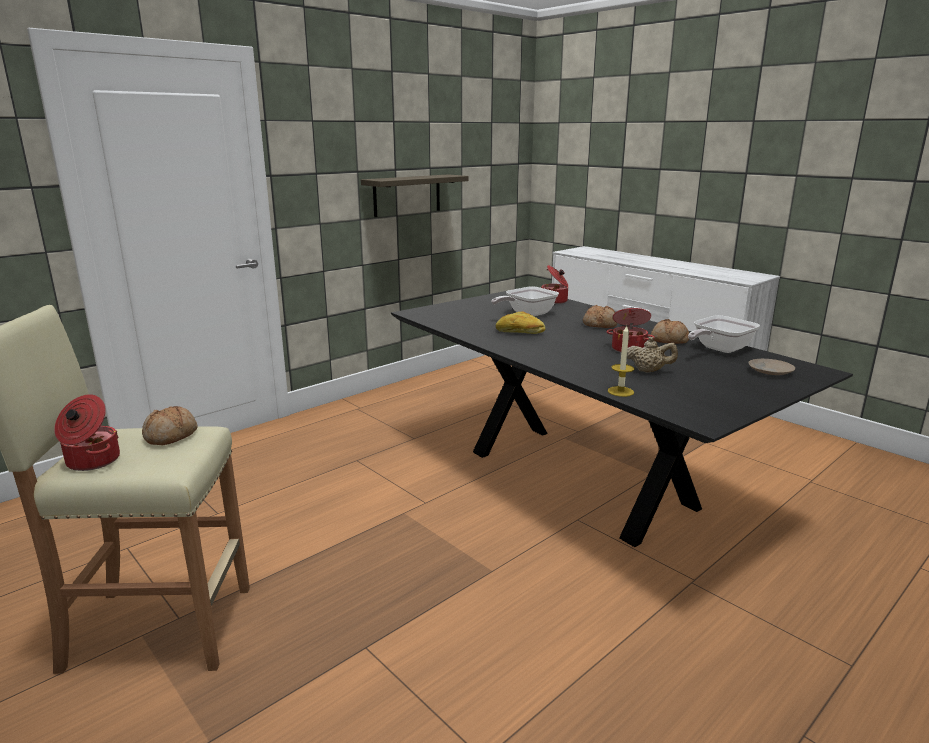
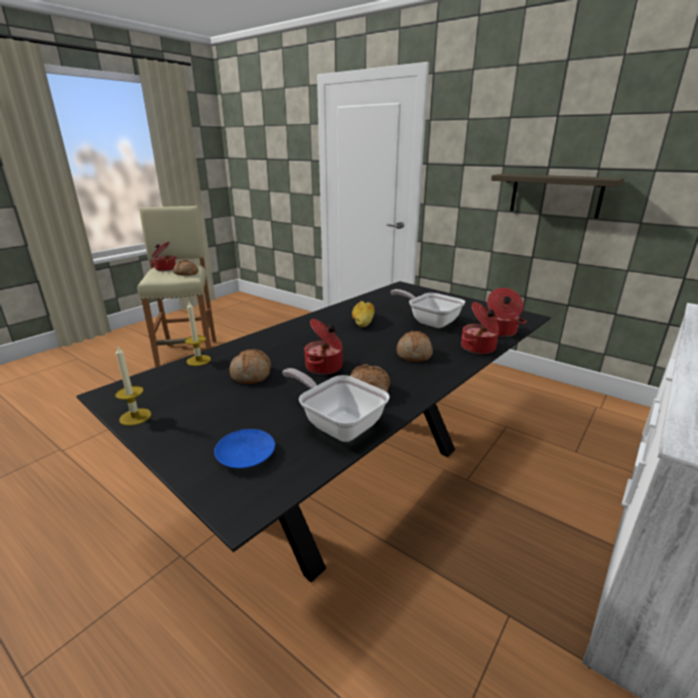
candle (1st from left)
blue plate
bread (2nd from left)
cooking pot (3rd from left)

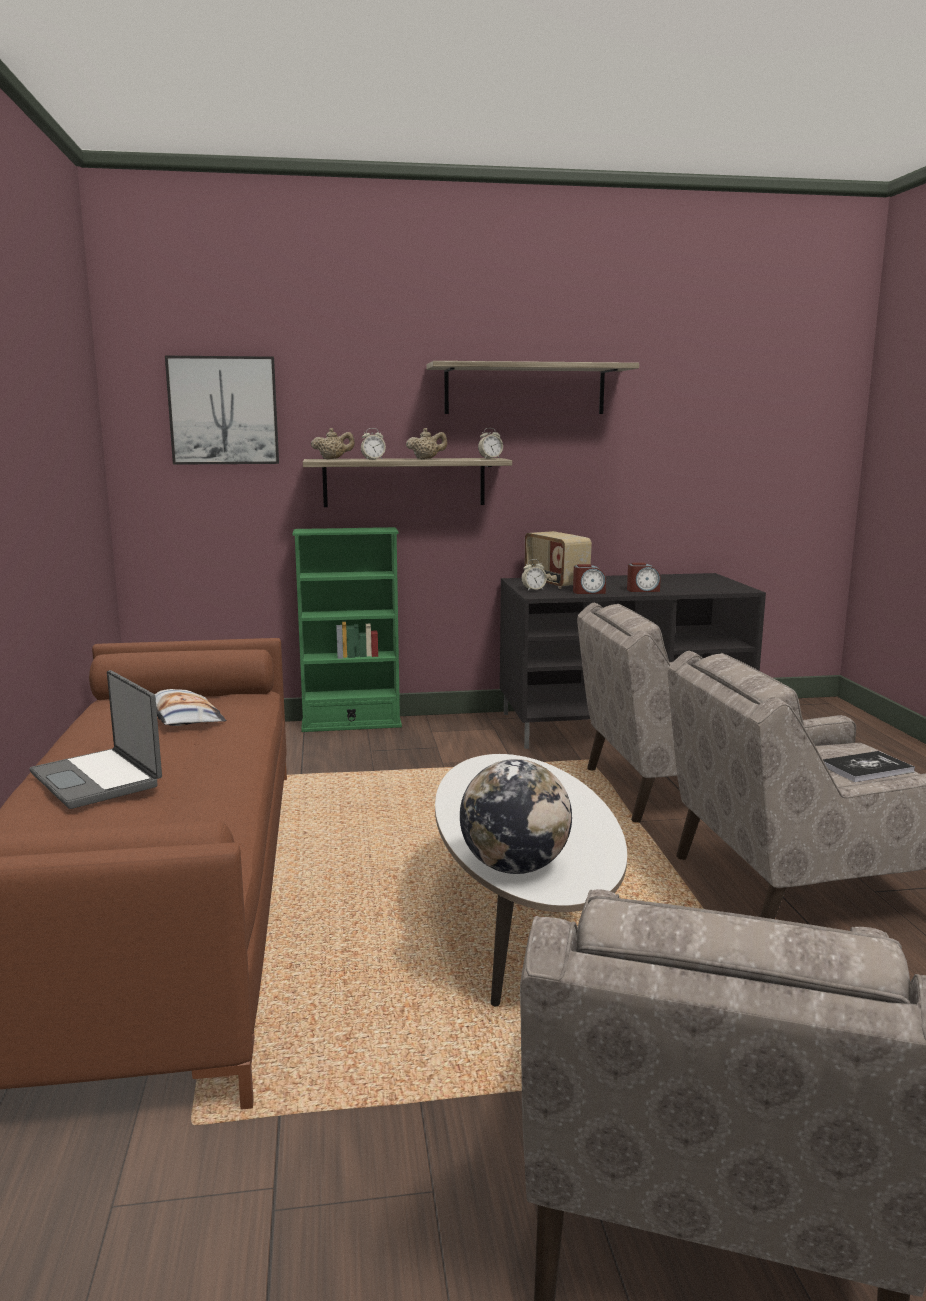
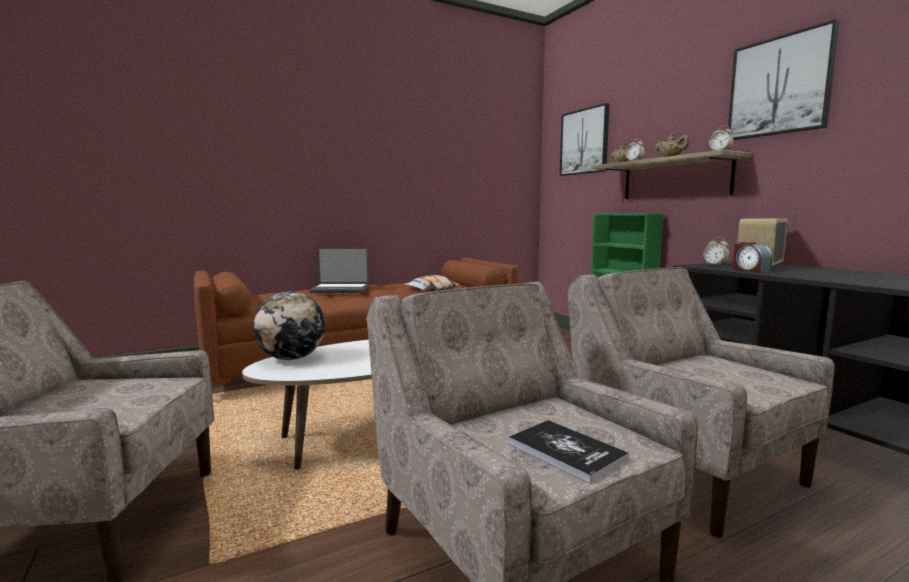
laptop
picture (2nd from left)
alarm clock (5th from left in the first image)

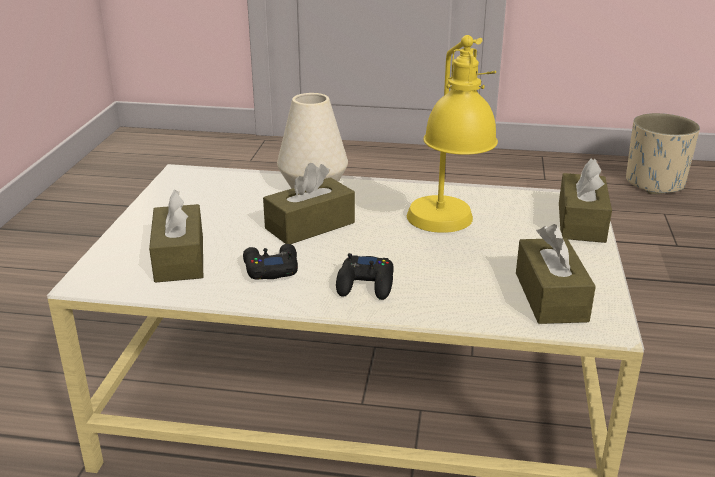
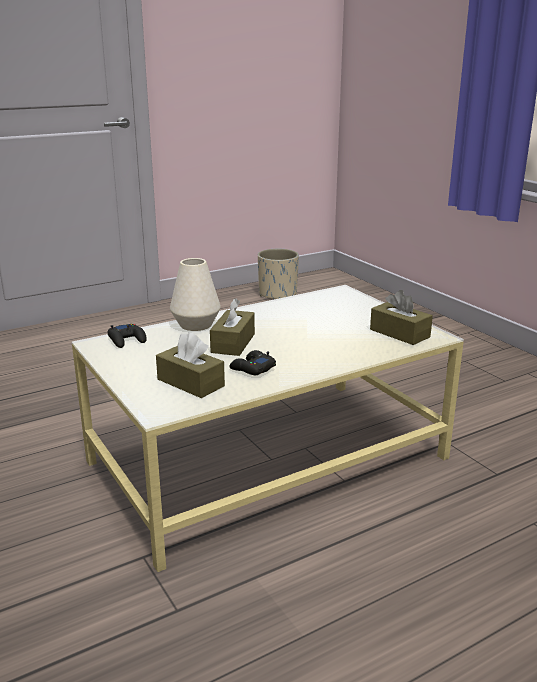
black game controller (1st from left)
yellow table lamp
brown tissue box (4th from left in the first image)

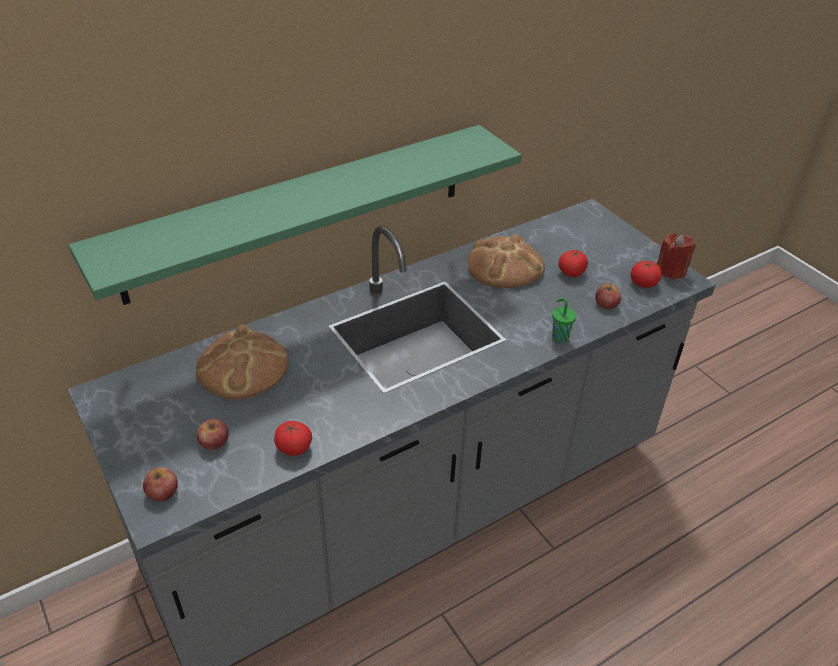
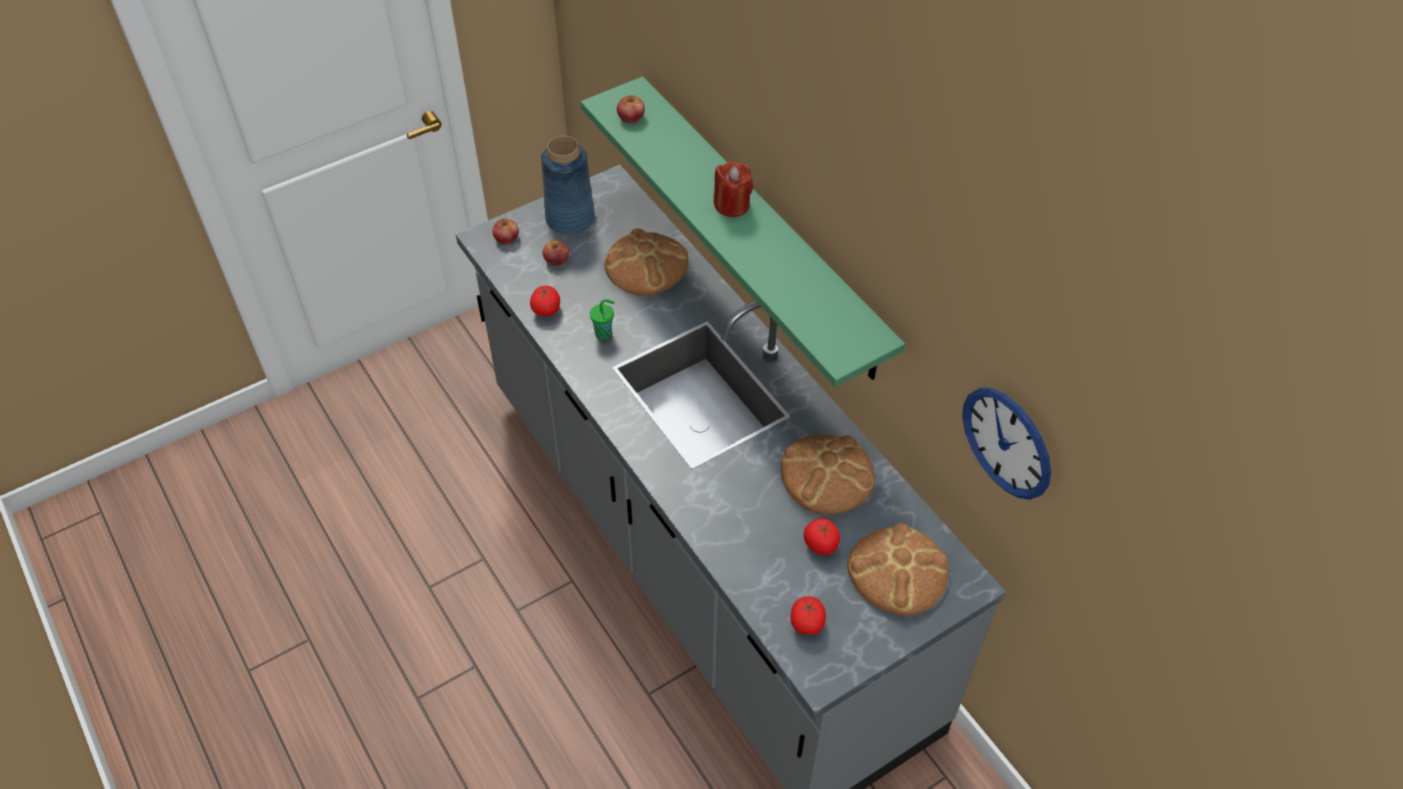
blue vase
green cup
apple (3rd from left)
red candle
bread (3rd from left)
wall clock

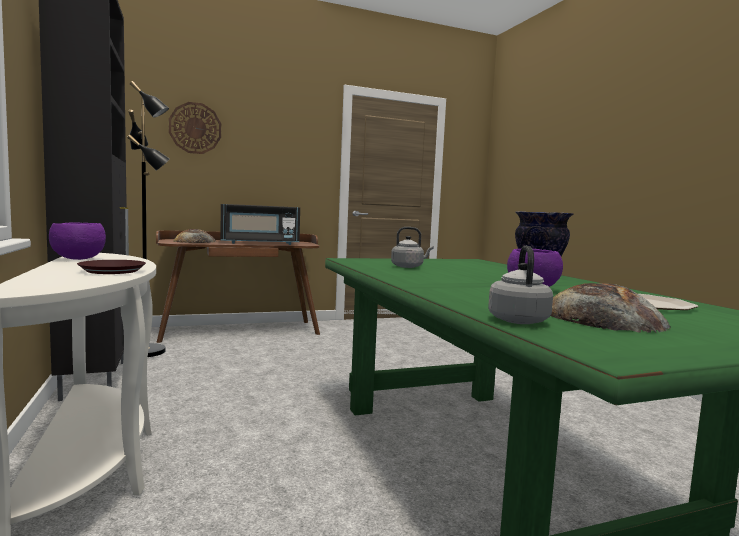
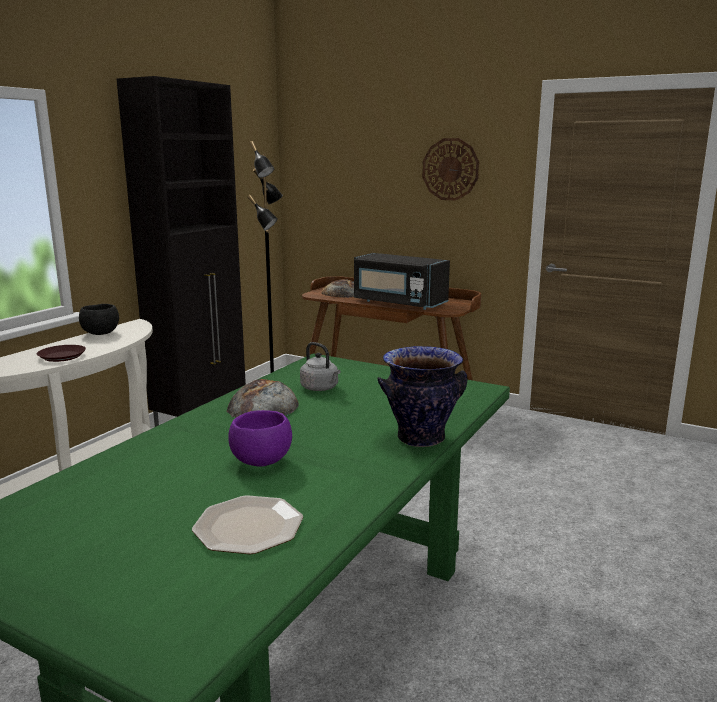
black bowl
bread (1st from left)
wall clock
grey kettle (2nd from left in the first image)

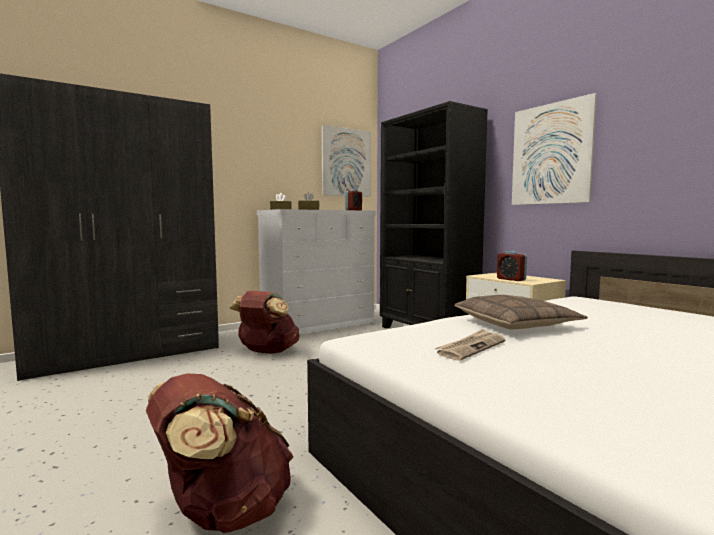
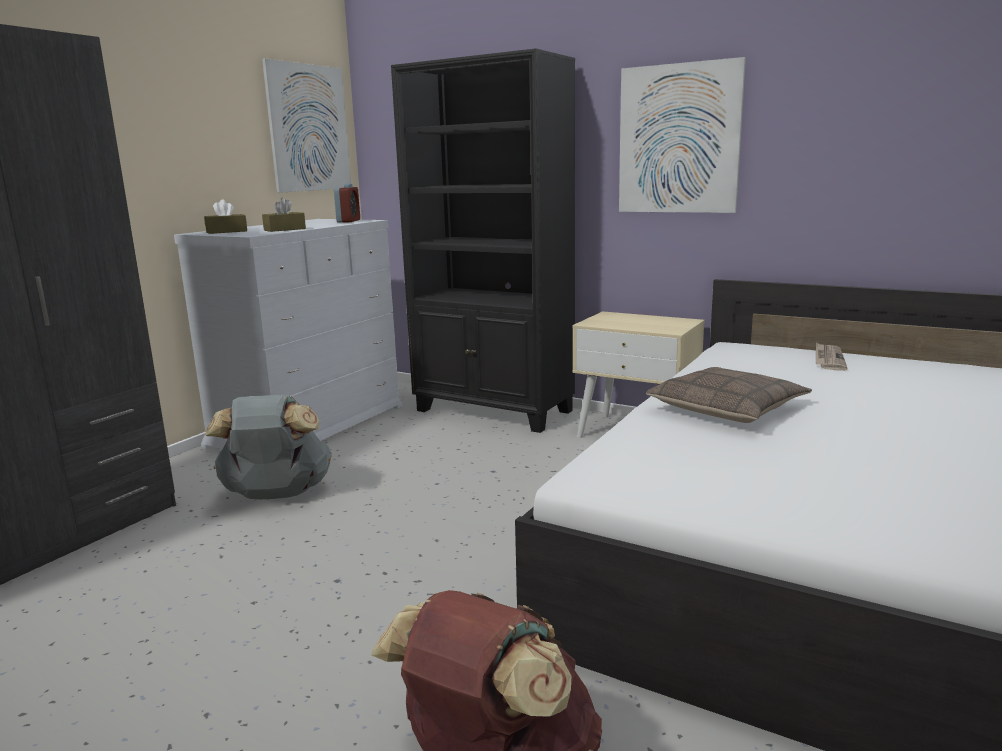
grey backpack
newspaper
alarm clock (2nd from left in the first image)

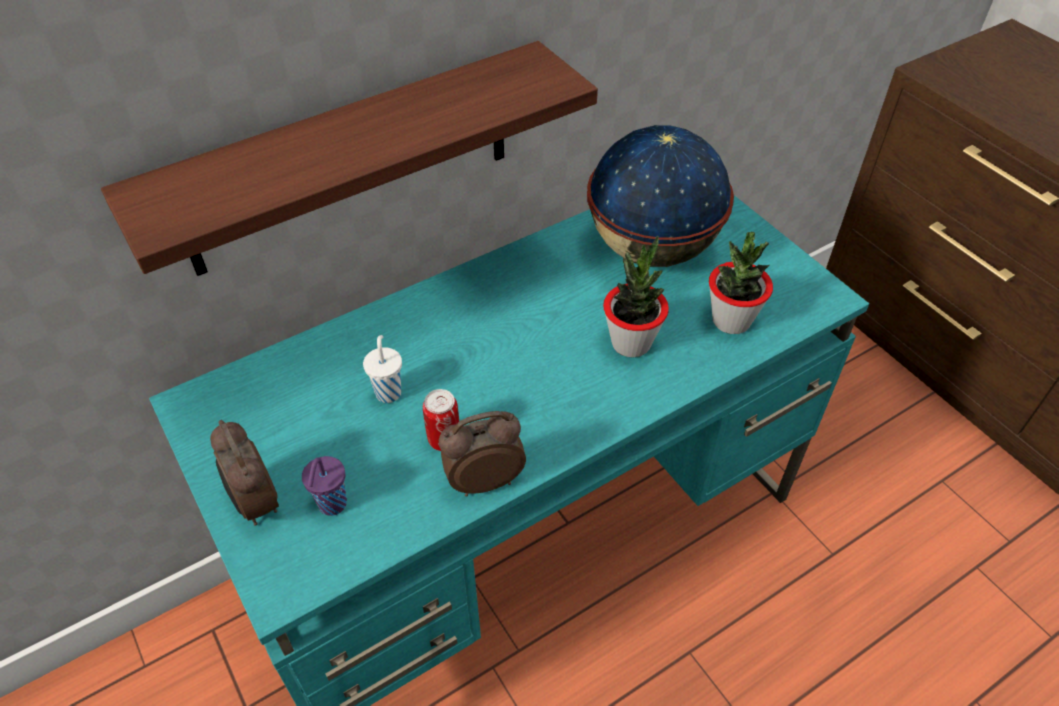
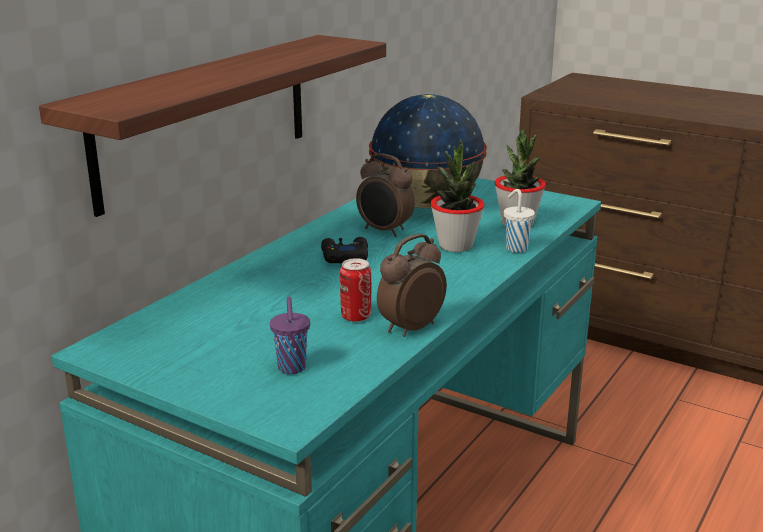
black game controller
alarm clock (1st from left)
white cup

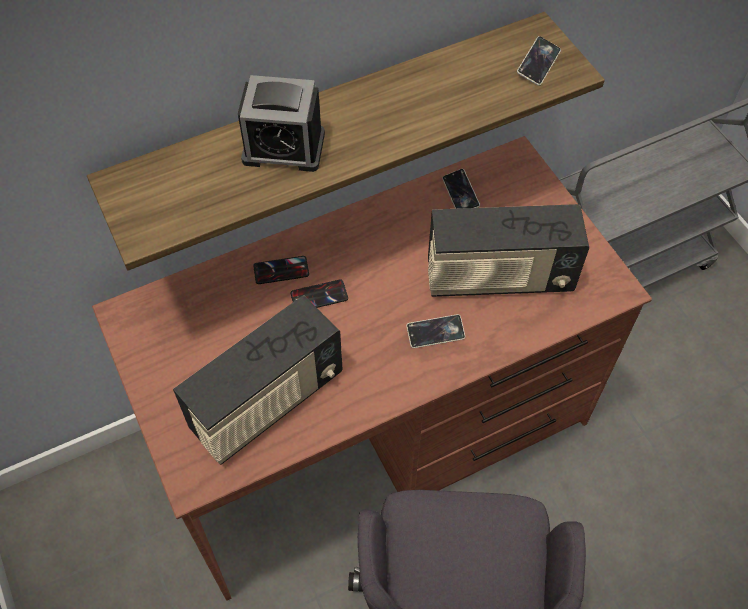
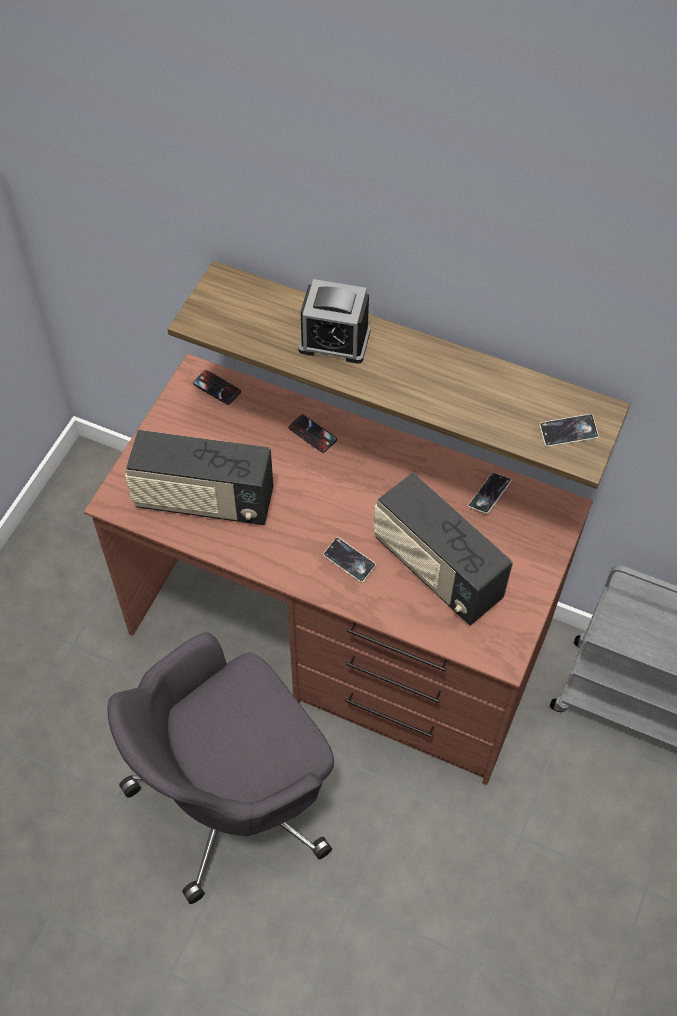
phone (1st from left)
alarm clock

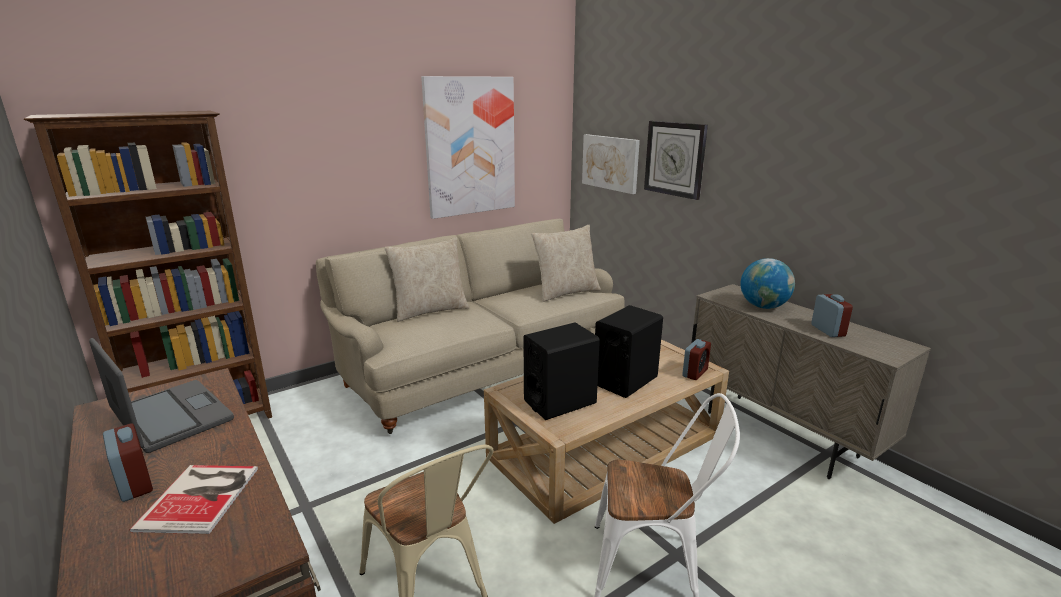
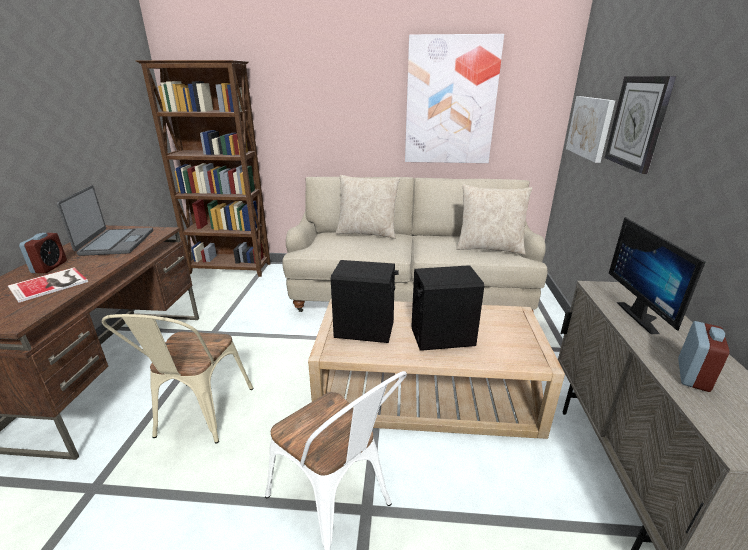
monitor
alarm clock (2nd from left in the first image)

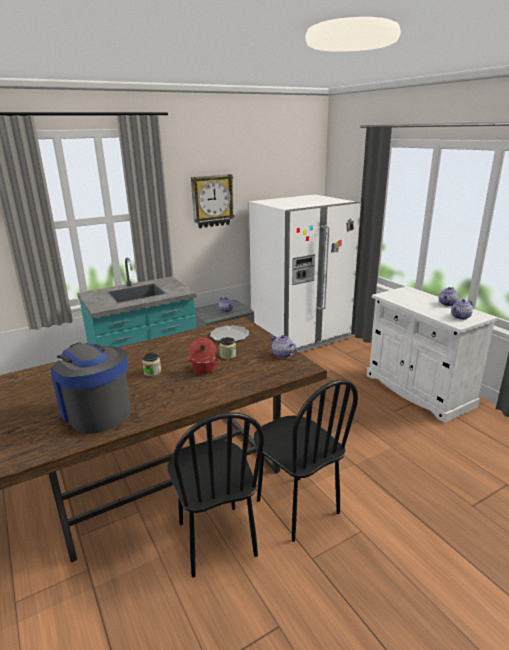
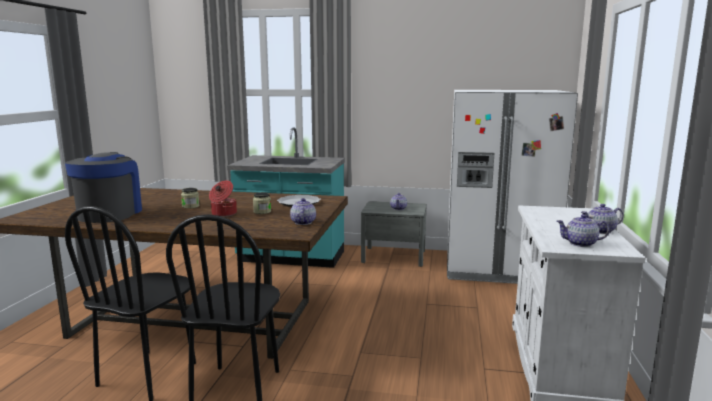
wall clock

